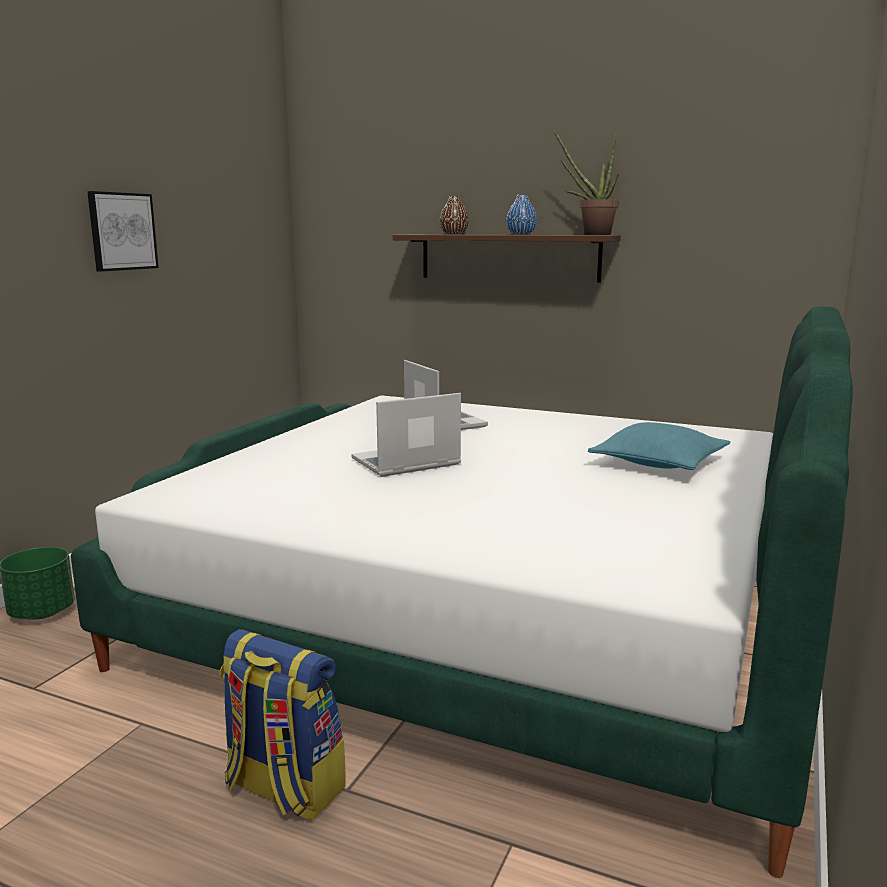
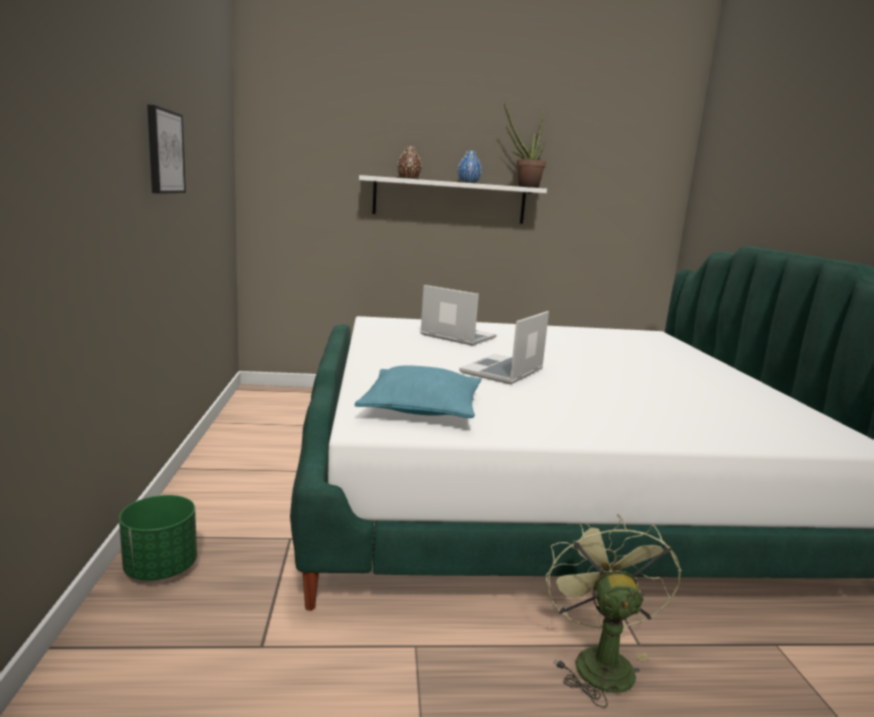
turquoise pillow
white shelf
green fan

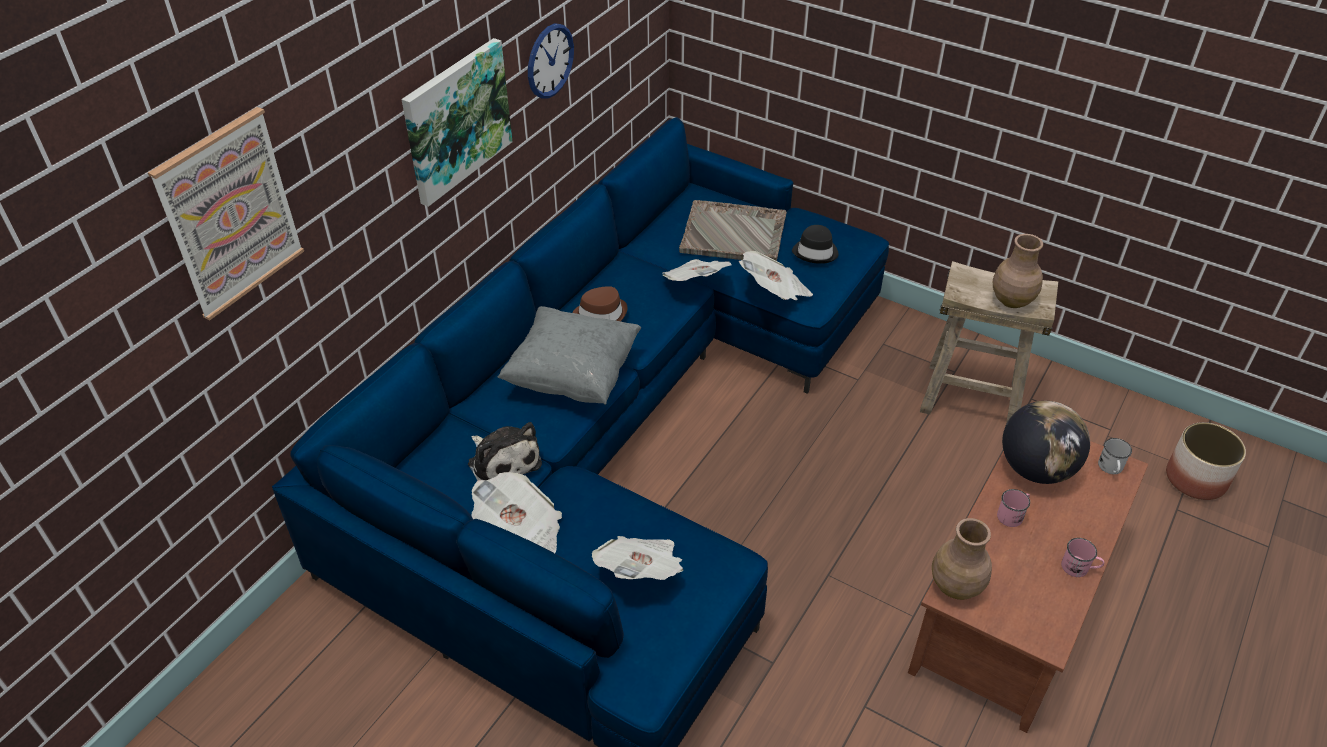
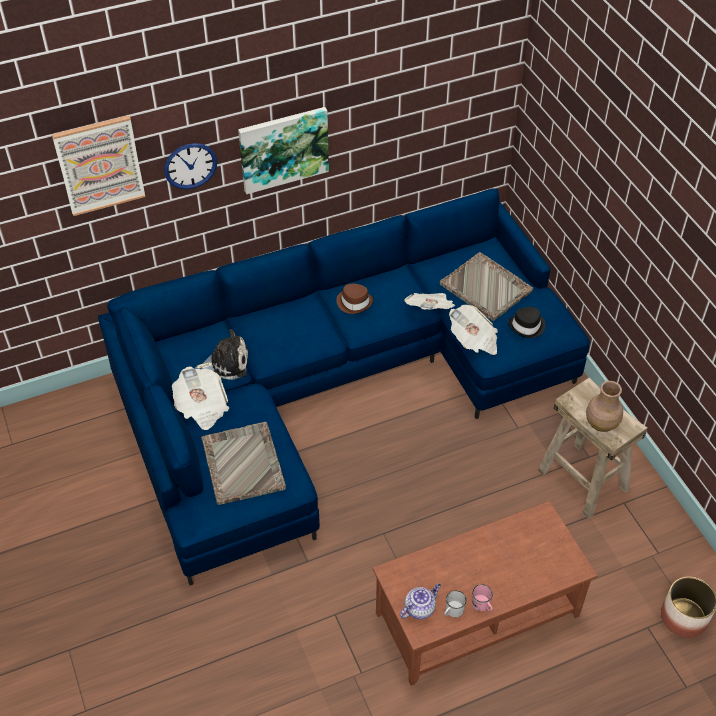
wall clock
plush toy
grey tray (1st from left)
teapot
white mug
grey pillow
brown vase (1st from left in the first image)
pink mug (1st from left in the first image)
globe

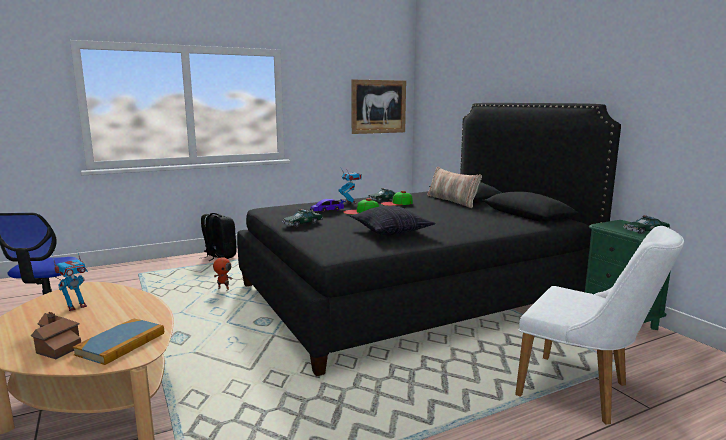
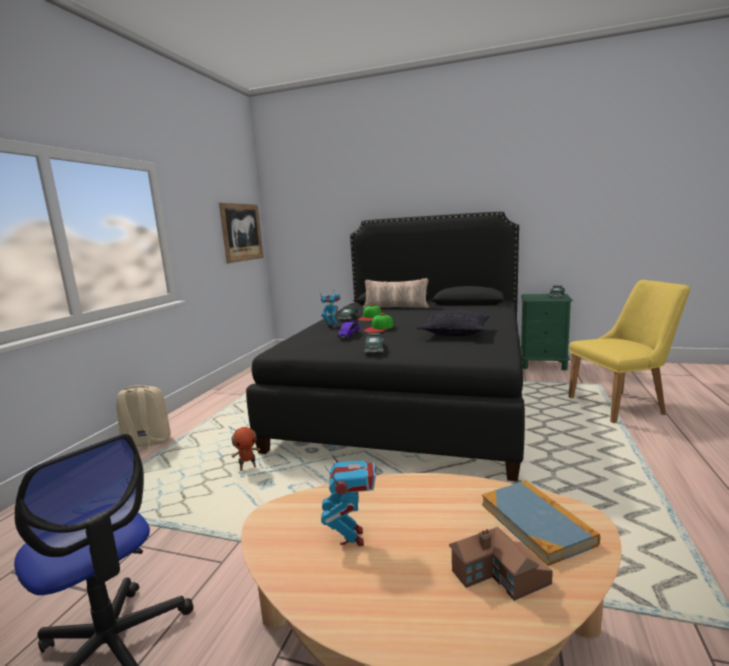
beige backpack
yellow chair

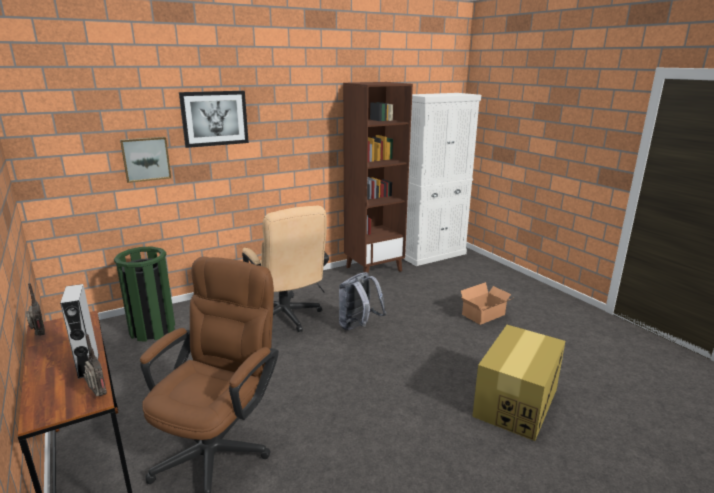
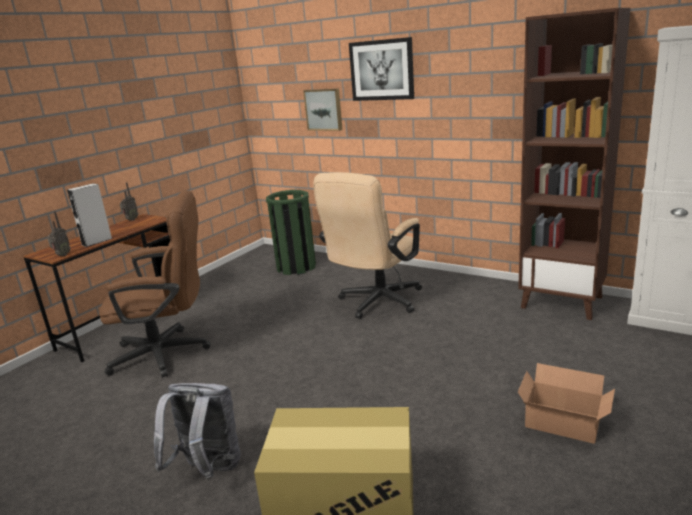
grey backpack

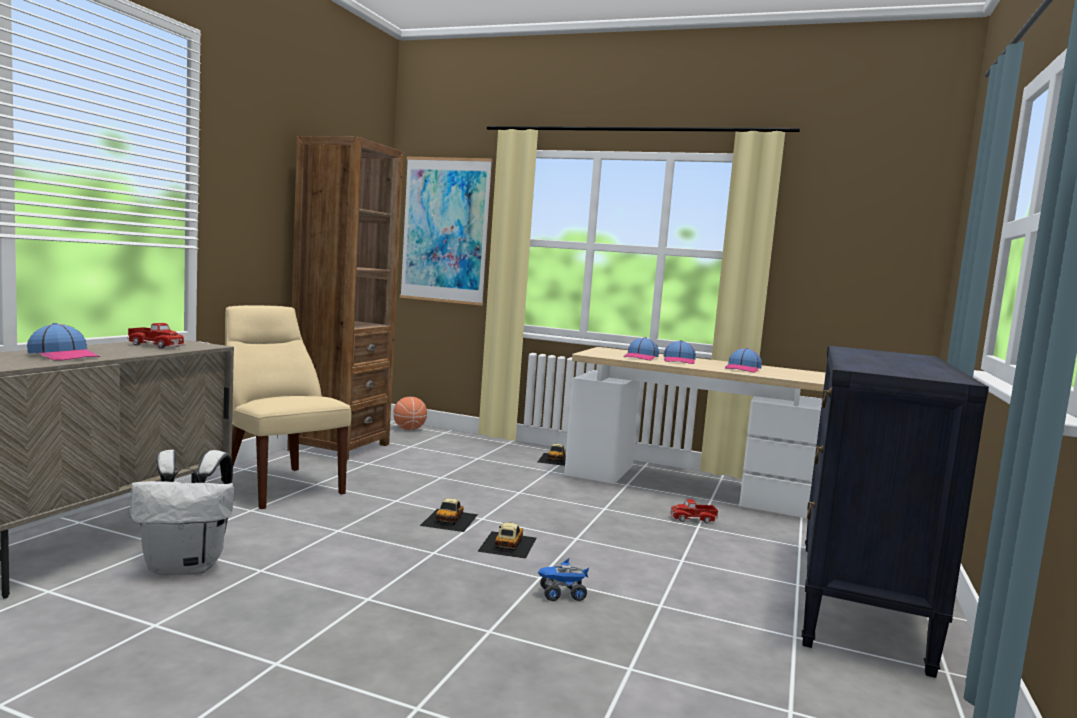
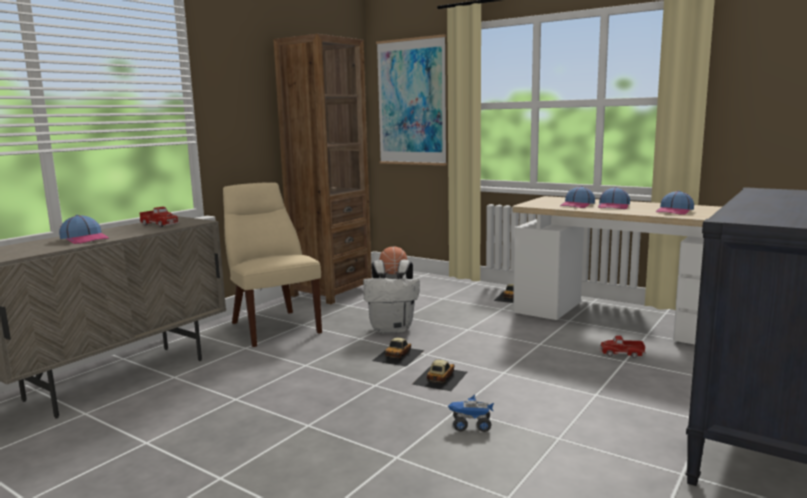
white backpack

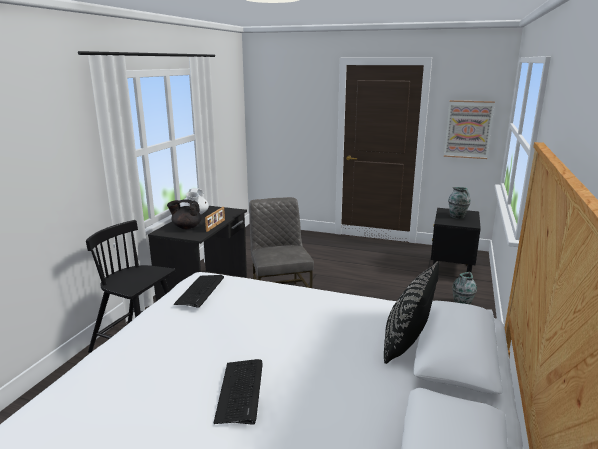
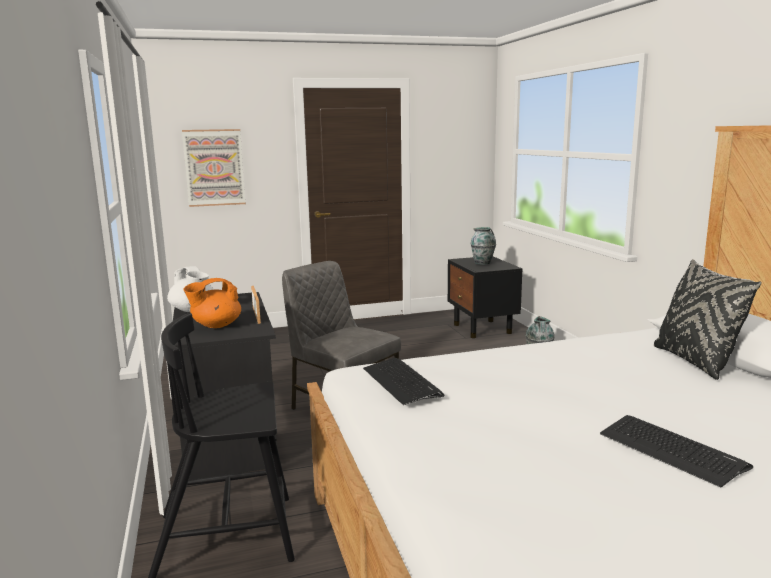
picture
orange teapot

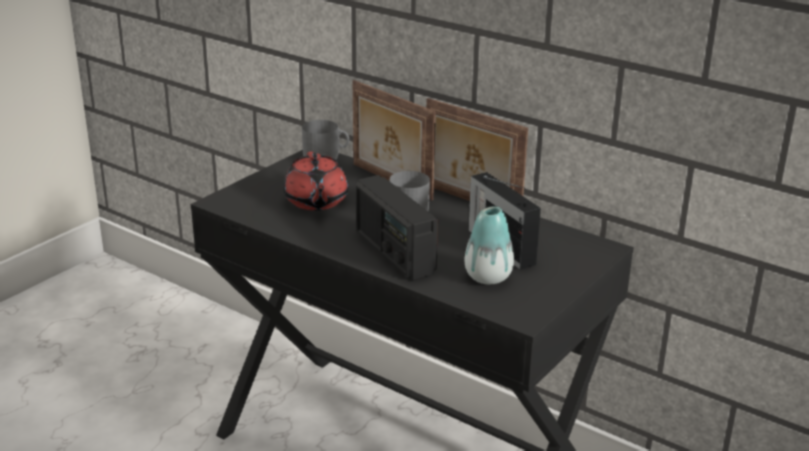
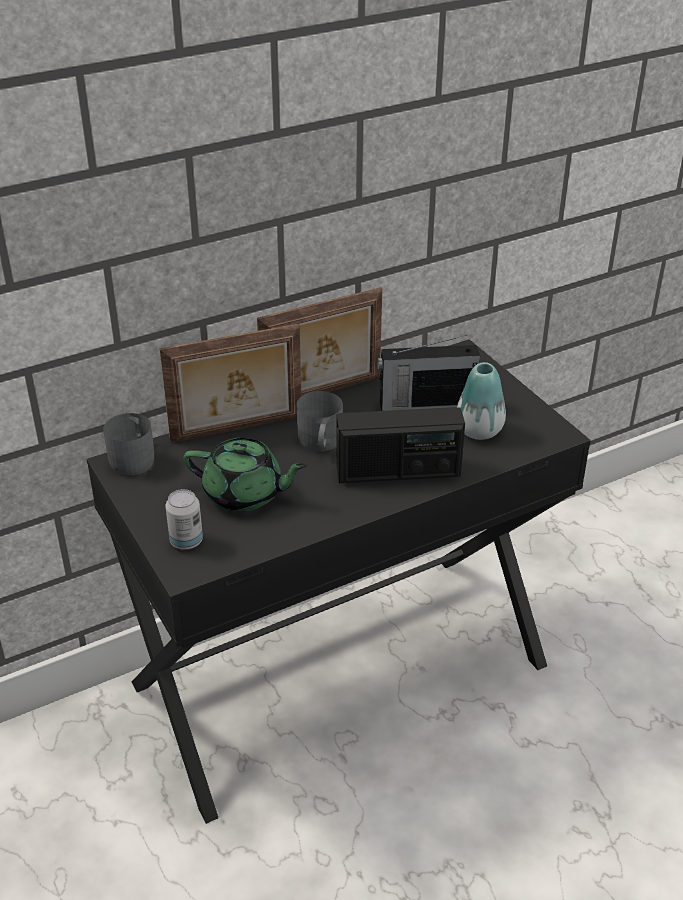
can
green teapot

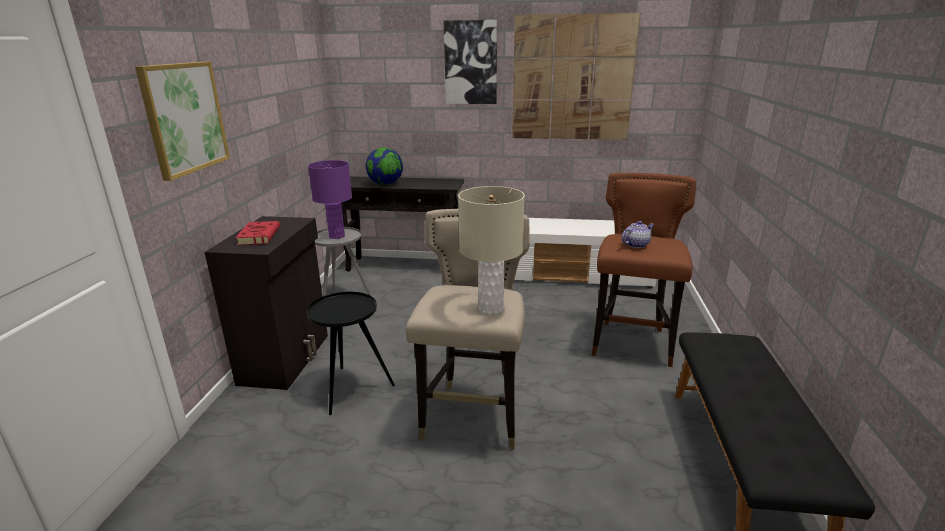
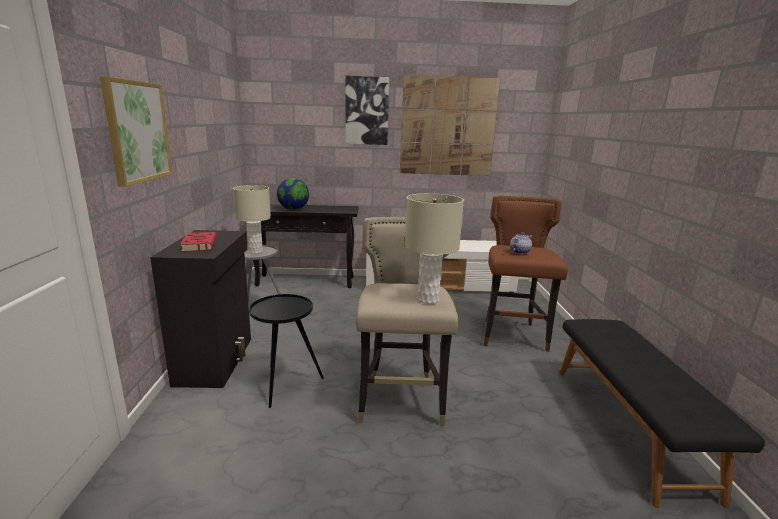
beige table lamp (1st from left)

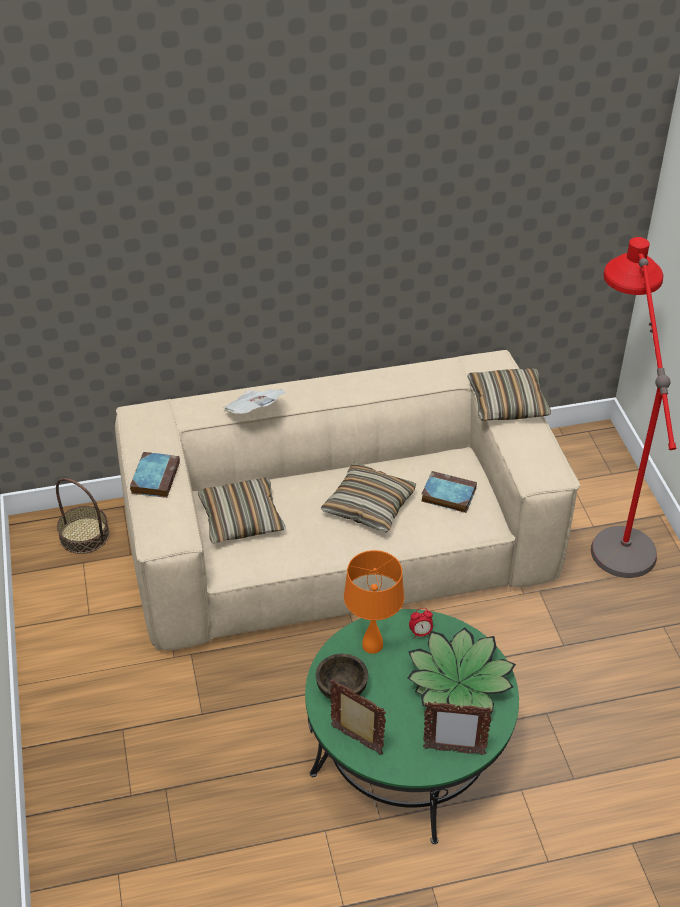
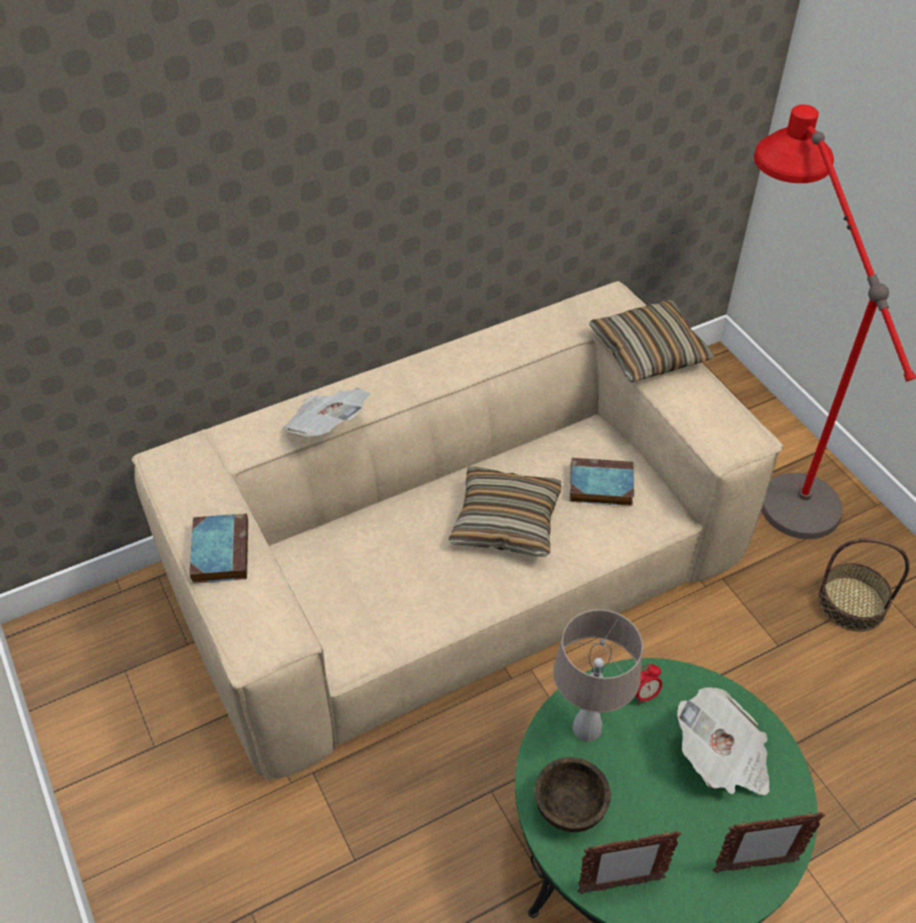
beige table lamp
picture frame (1st from left)
newspaper (2nd from left)
basket
pillow (1st from left in the first image)

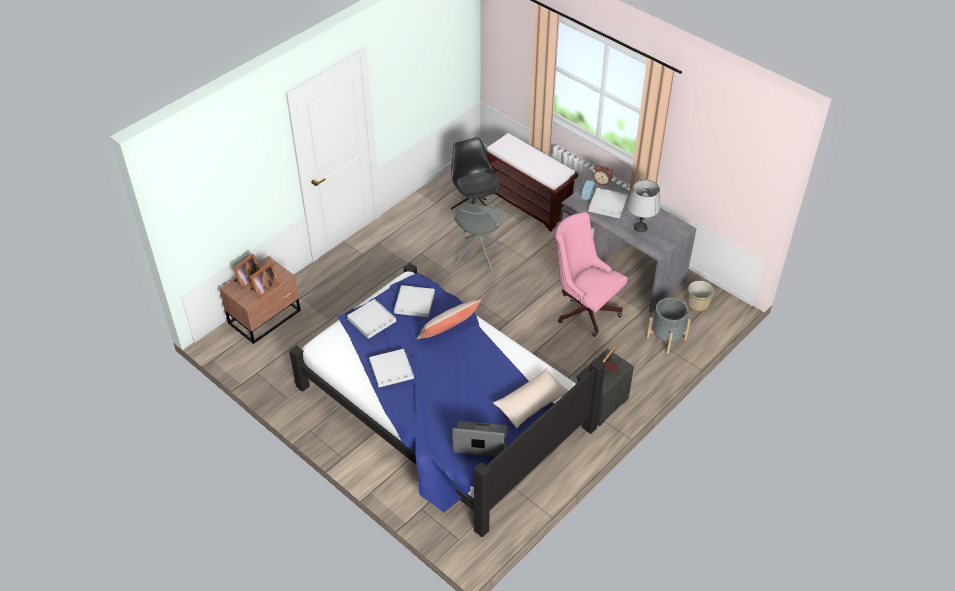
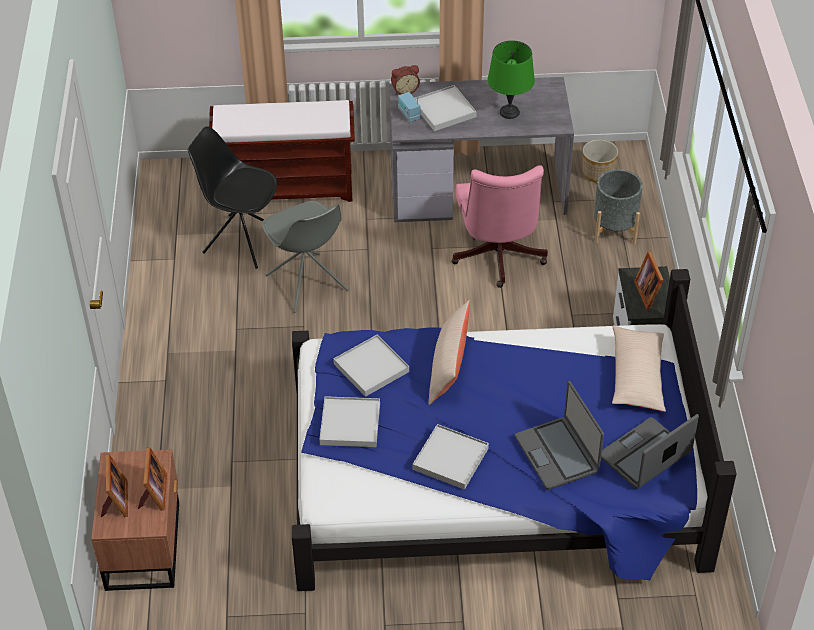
pink office chair
green table lamp
laptop (1st from left)

